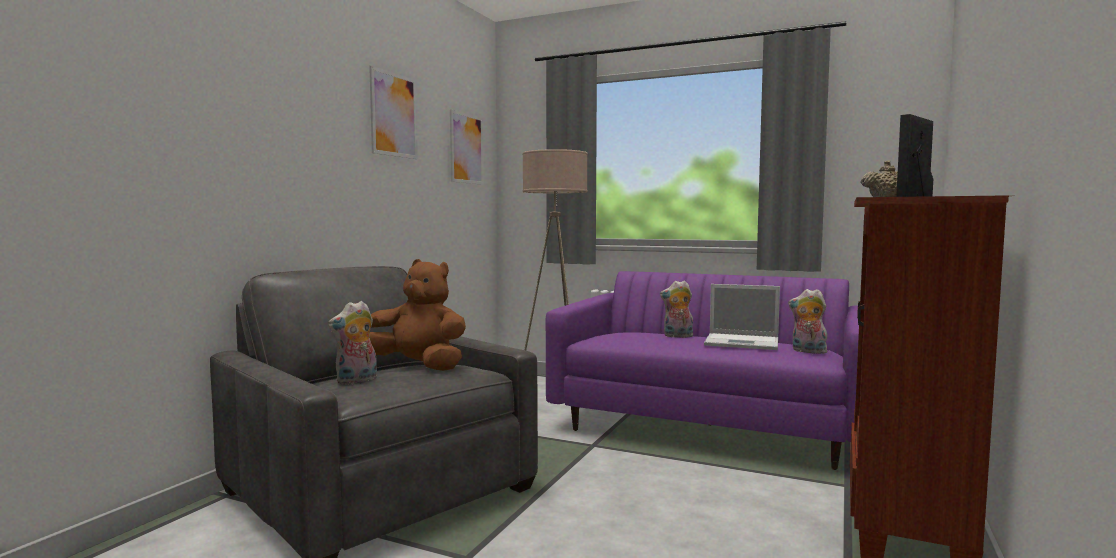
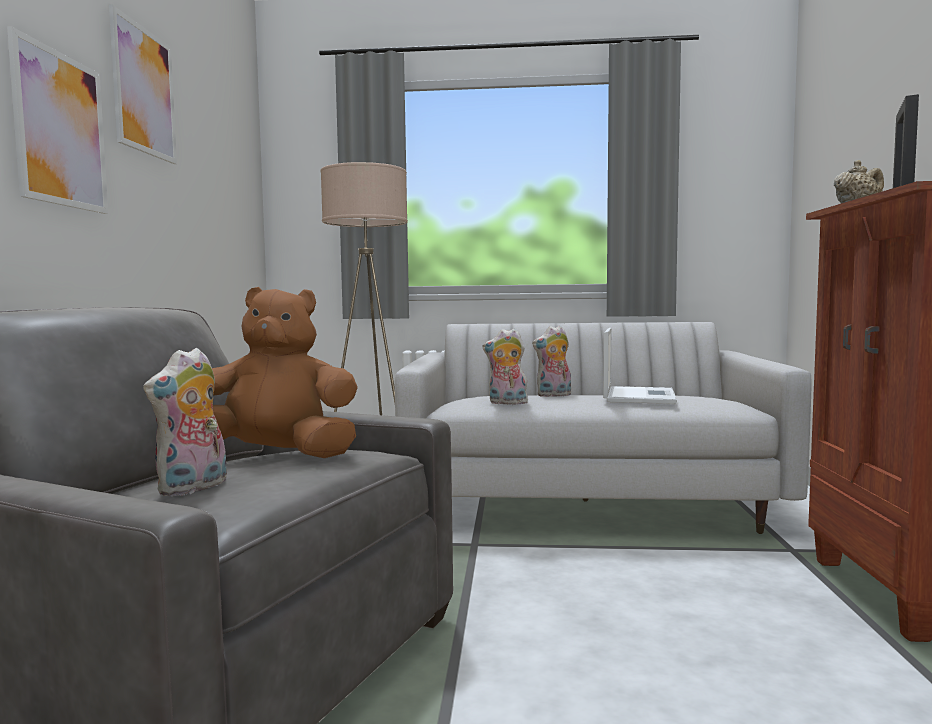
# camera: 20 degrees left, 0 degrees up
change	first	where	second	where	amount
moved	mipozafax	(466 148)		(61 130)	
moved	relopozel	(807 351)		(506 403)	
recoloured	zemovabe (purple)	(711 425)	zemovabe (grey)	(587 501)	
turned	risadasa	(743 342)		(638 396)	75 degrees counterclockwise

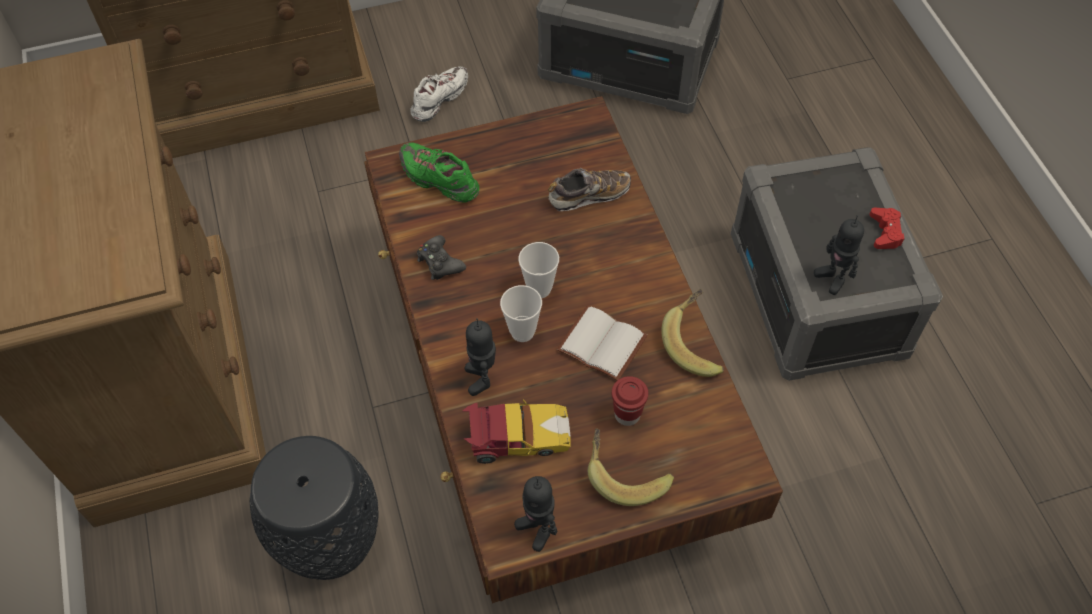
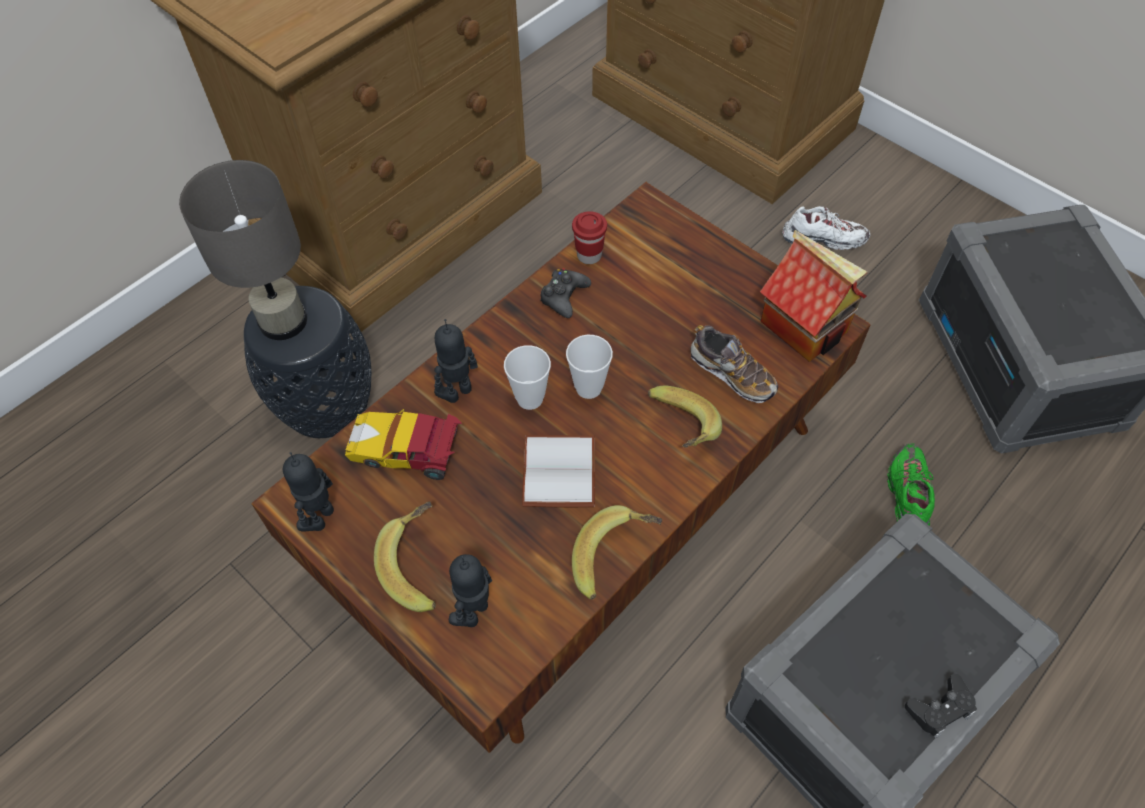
# camera: 60 degrees right, 0 degrees up
change	first	where	second	where	amount
added			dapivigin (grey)	(282 320)	
added			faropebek	(678 430)	
added			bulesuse	(805 327)	
moved	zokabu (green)	(439 180)		(907 496)	
moved	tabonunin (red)	(627 414)		(589 255)	
moved	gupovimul	(833 278)		(475 612)	
recoloured	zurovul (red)	(885 232)	zurovul (black)	(940 708)	
turned	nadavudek	(515 437)		(409 451)	135 degrees clockwise

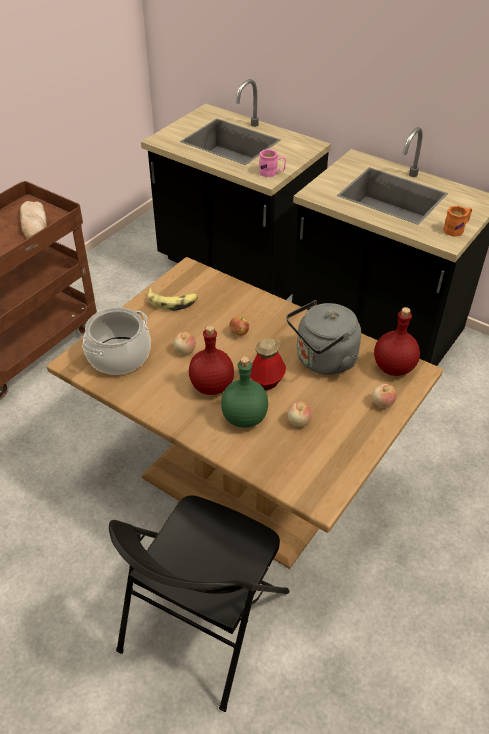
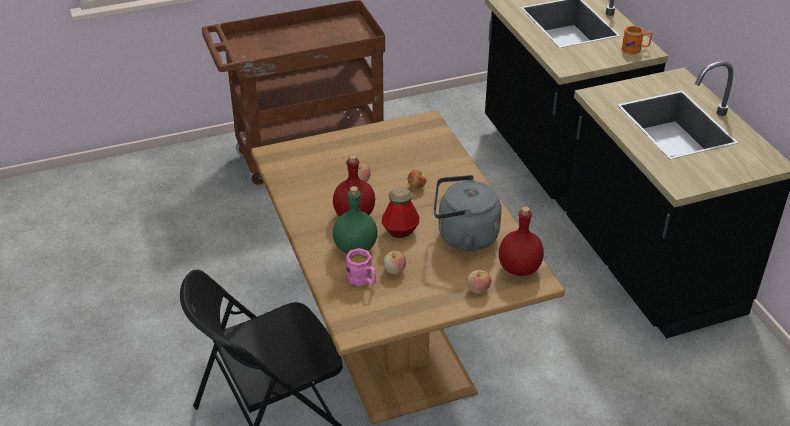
# camera: 35 degrees right, 5 degrees down
change	first	where	second	where	amount
removed	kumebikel	(34 223)			
removed	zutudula	(119 356)			
removed	faropebek	(172 302)			
moved	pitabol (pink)	(272 173)		(363 280)	
moved	pitabol (orange)	(456 229)		(635 49)	

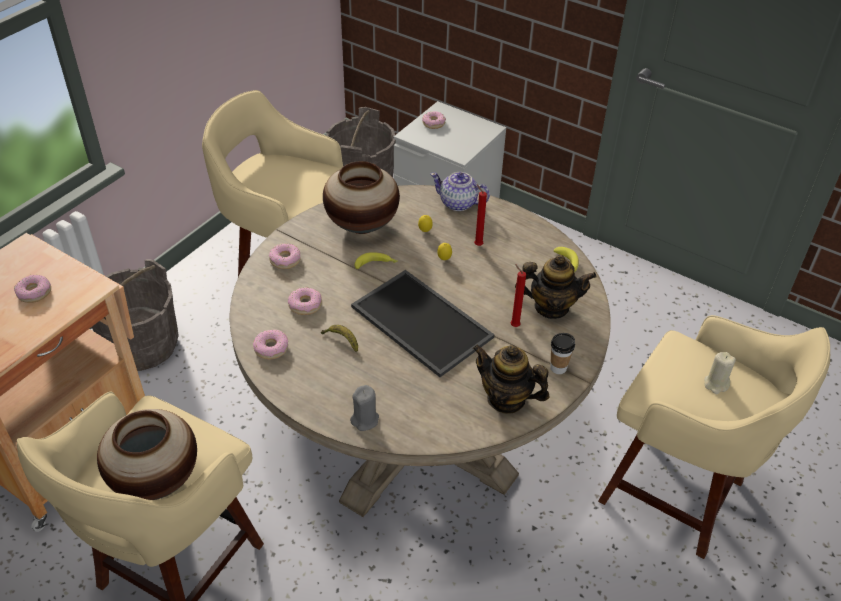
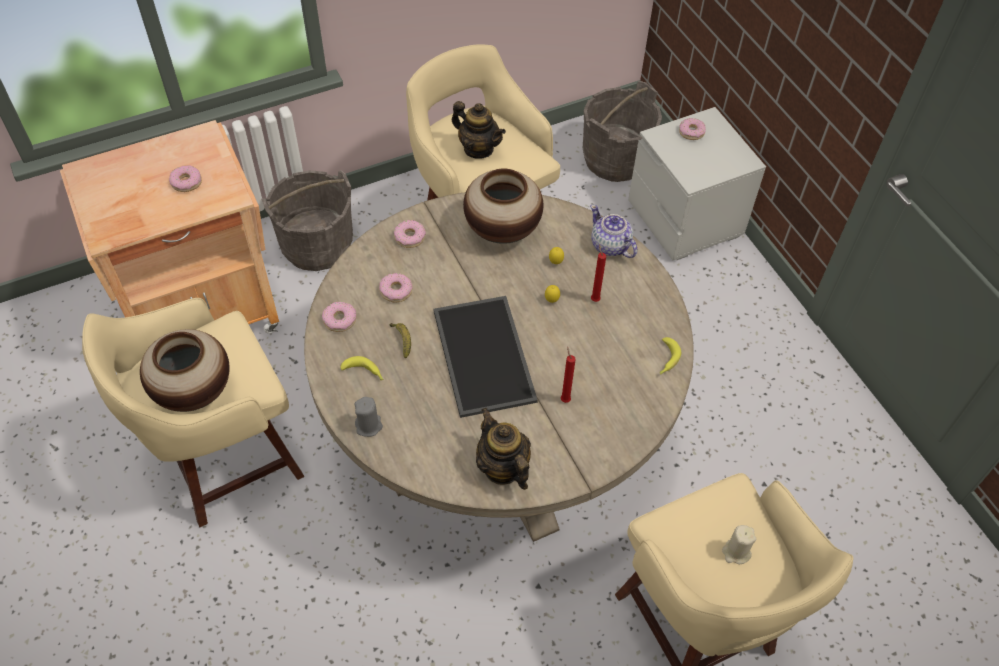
# camera: 30 degrees right, 10 degrees up
change	first	where	second	where	amount
removed	tabonunin	(558 368)			
moved	faropebek	(376 264)		(364 373)	
moved	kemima	(551 307)		(478 149)	

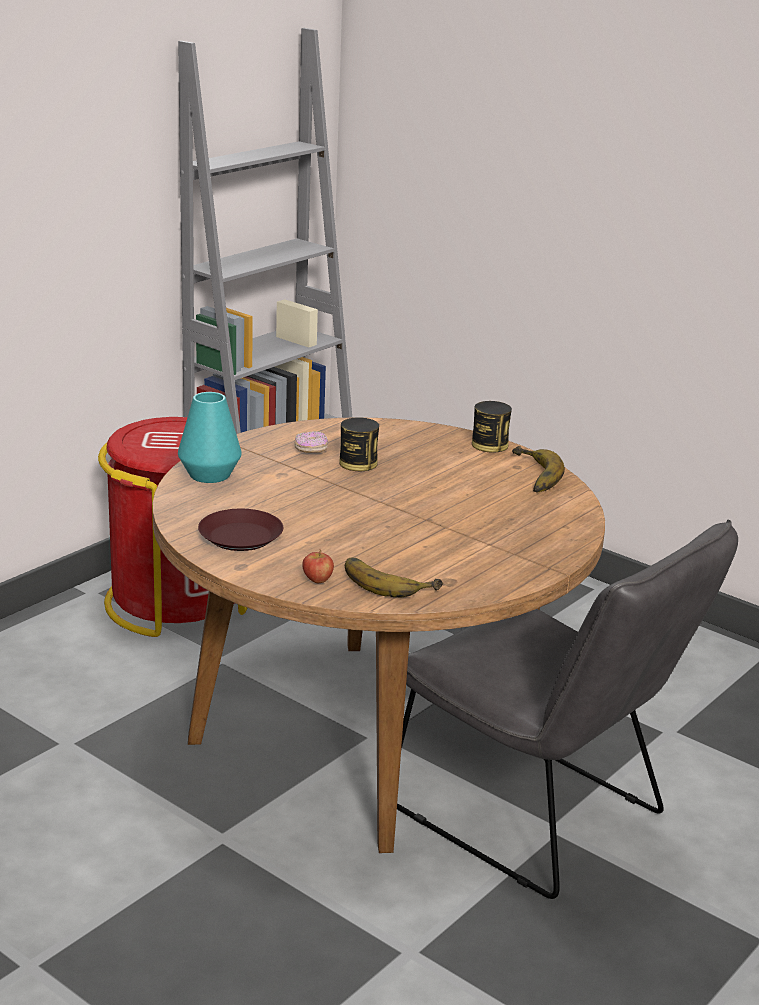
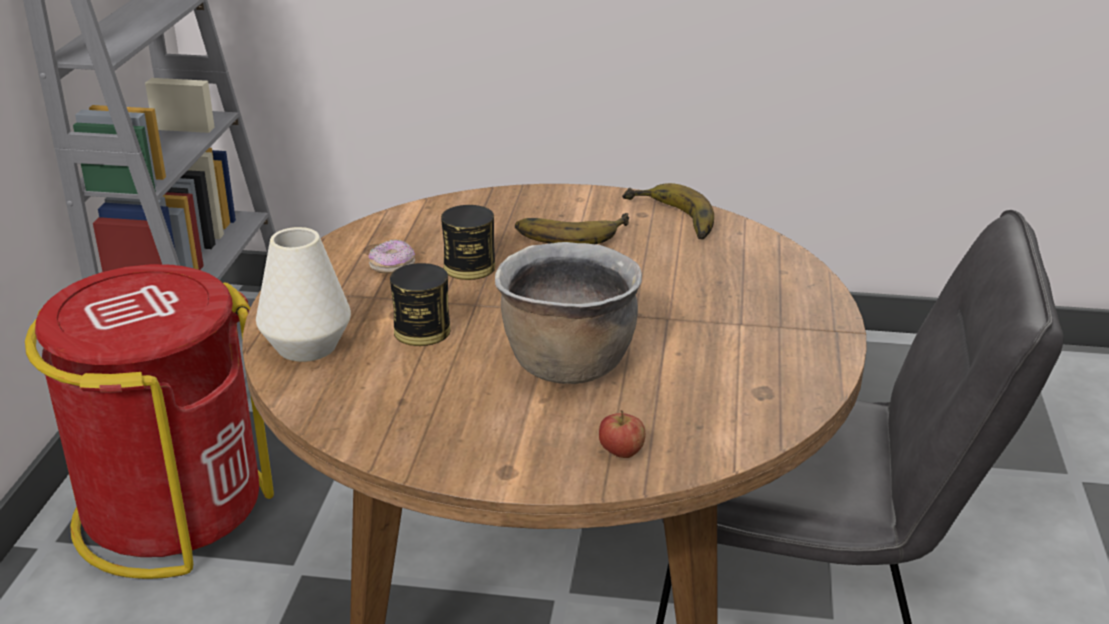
# camera: 30 degrees left, 5 degrees up
change	first	where	second	where	amount
removed	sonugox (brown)	(241 537)			
added			zutudula (brown)	(567 363)	
moved	faropebek	(389 581)		(570 231)	
moved	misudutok	(489 445)		(422 331)	
recoloured	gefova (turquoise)	(209 474)	gefova (white)	(306 346)	

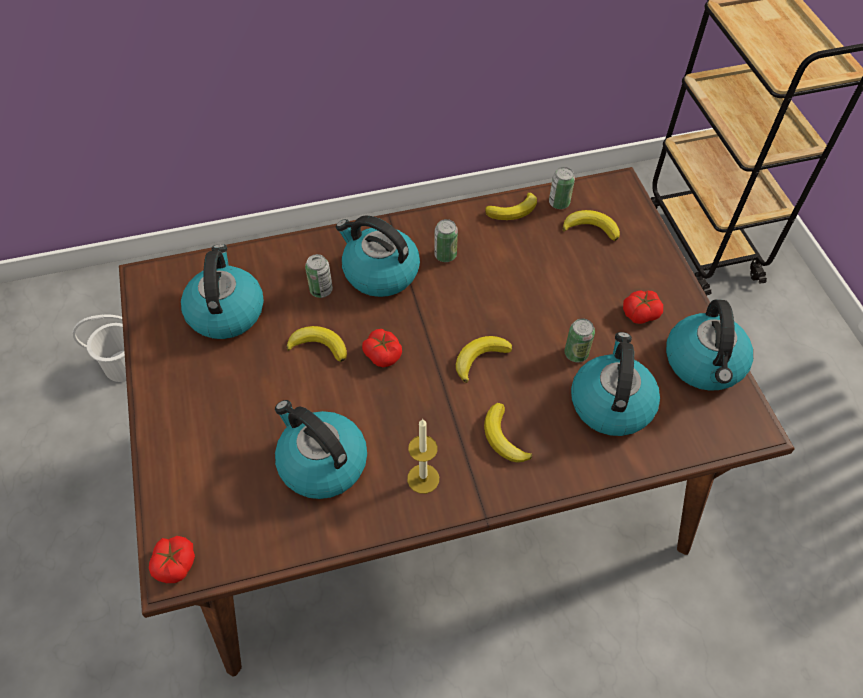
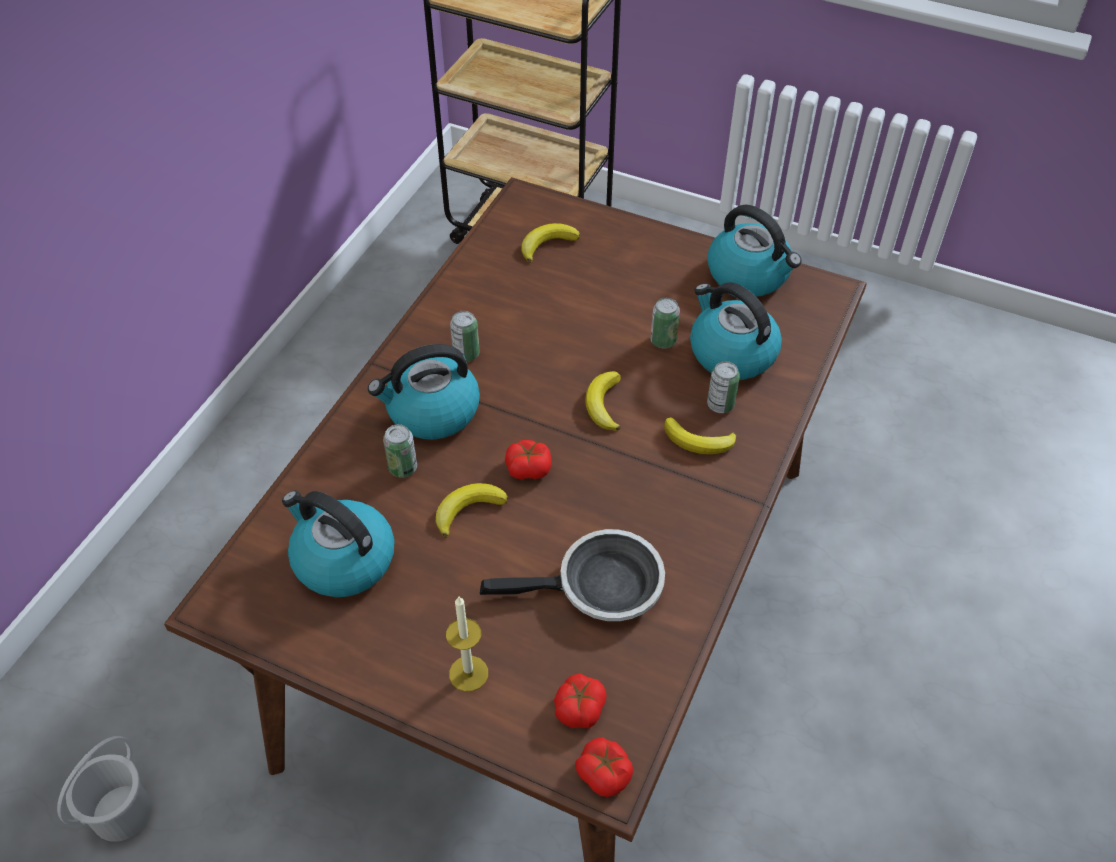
# camera: 50 degrees left, 5 degrees down
change	first	where	second	where	amount
removed	faropebek	(513 210)			
moved	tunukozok	(423 478)		(468 673)	
moved	misudutok	(559 203)		(720 405)	
moved	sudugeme	(640 313)		(579 708)	
replaced	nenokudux	(321 462)	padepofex	(601 587)	

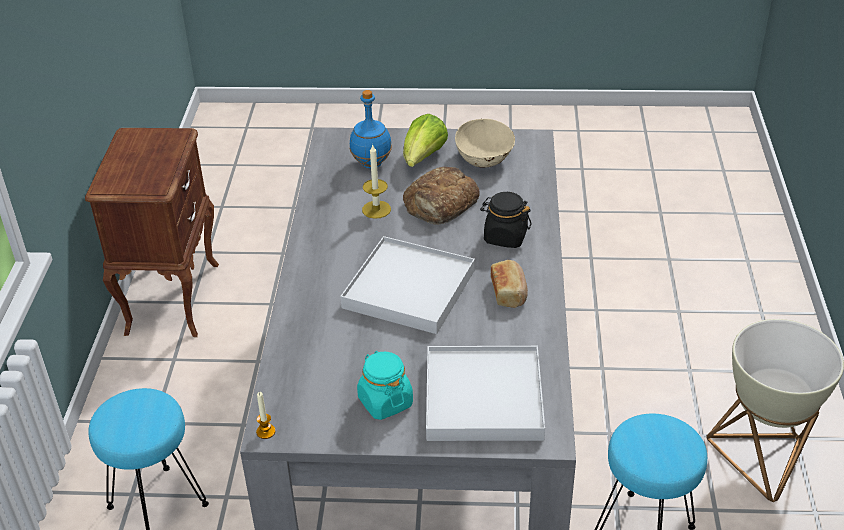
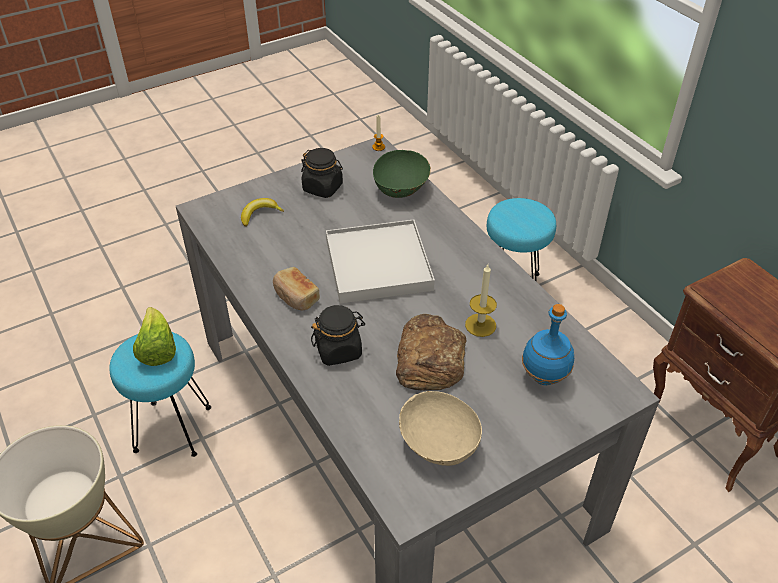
# camera: 145 degrees right, 5 degrees up
change	first	where	second	where	amount
added			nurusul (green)	(401 189)	
moved	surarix	(423 158)		(157 350)	
replaced	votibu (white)	(483 398)	faropebek	(259 214)	
recoloured	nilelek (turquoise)	(385 402)	nilelek (black)	(323 188)	

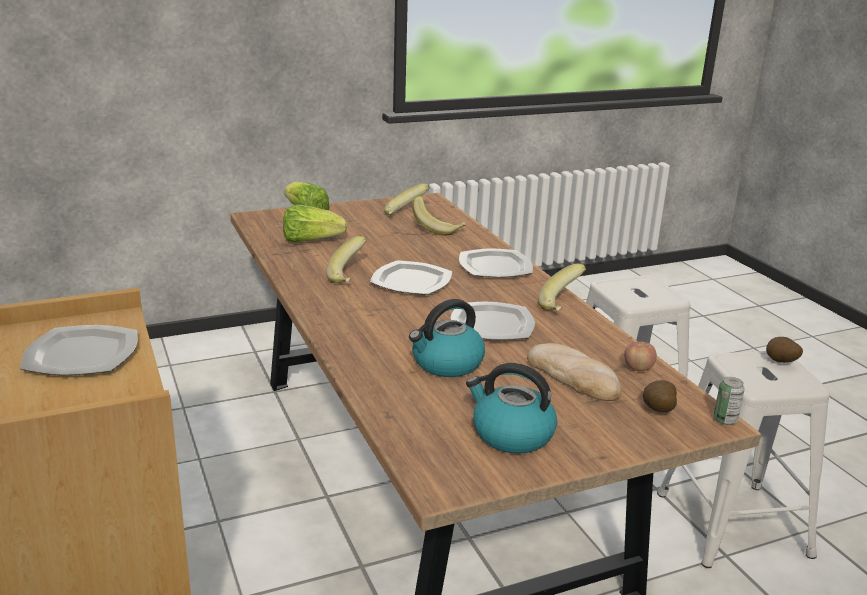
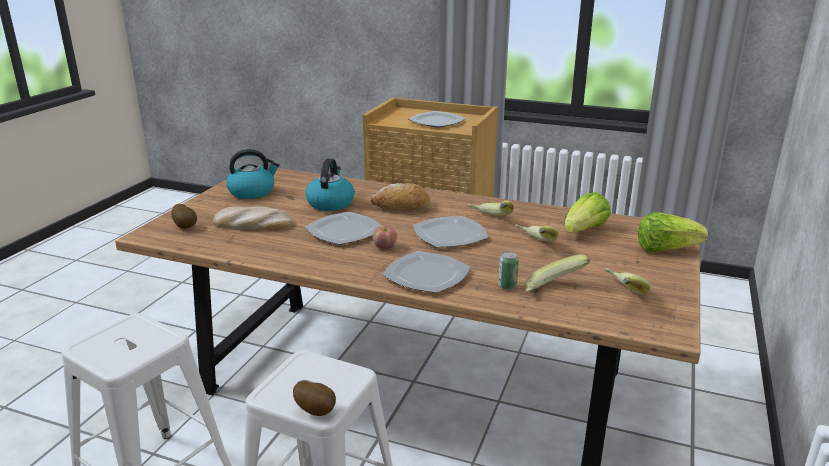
# camera: 135 degrees right, 0 degrees up
change	first	where	second	where	amount
added			kumebikel	(401 207)	
moved	faropebek	(563 305)		(532 244)	
moved	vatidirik	(638 368)		(385 247)	
moved	misudutok	(725 420)		(507 286)	
moved	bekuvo	(780 362)		(316 411)	

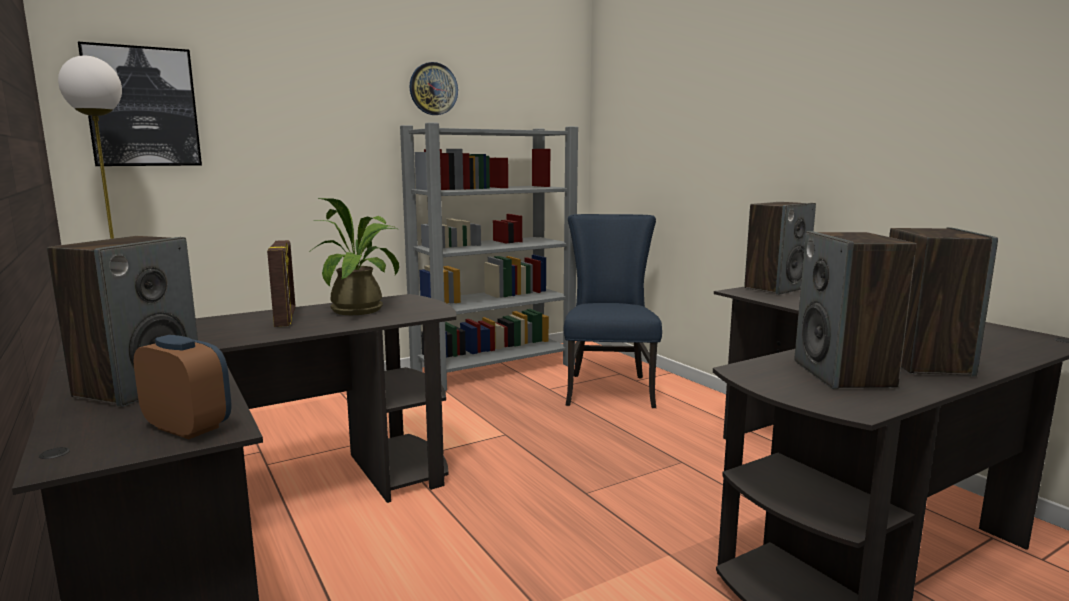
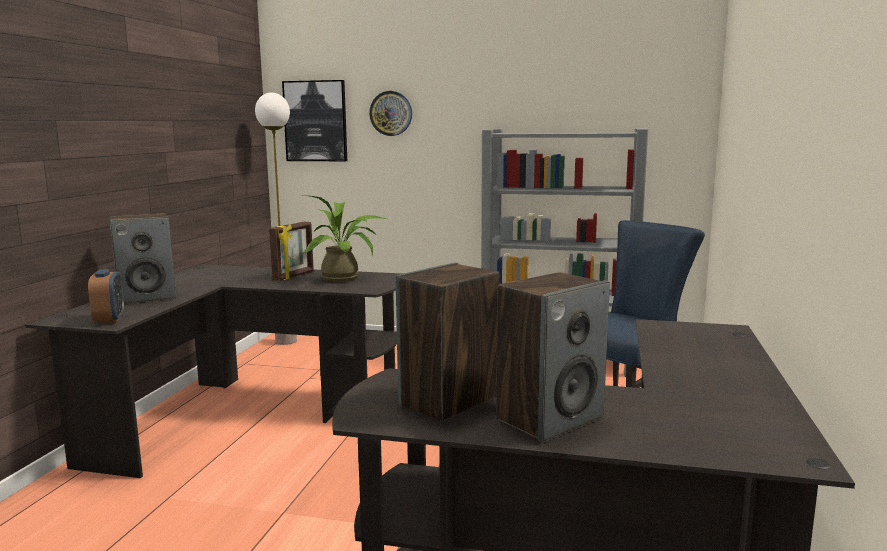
# camera: 45 degrees right, 0 degrees up
change	first	where	second	where	amount
removed	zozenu	(776 288)			
moved	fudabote	(433 89)		(391 113)	

